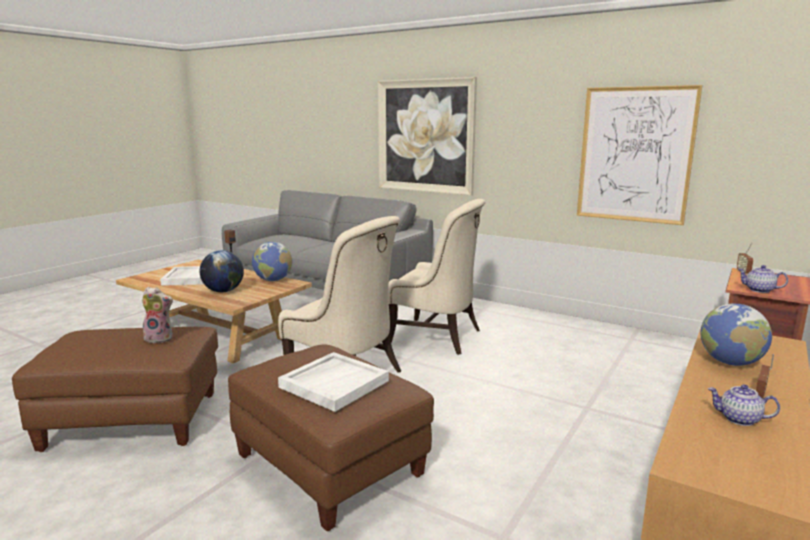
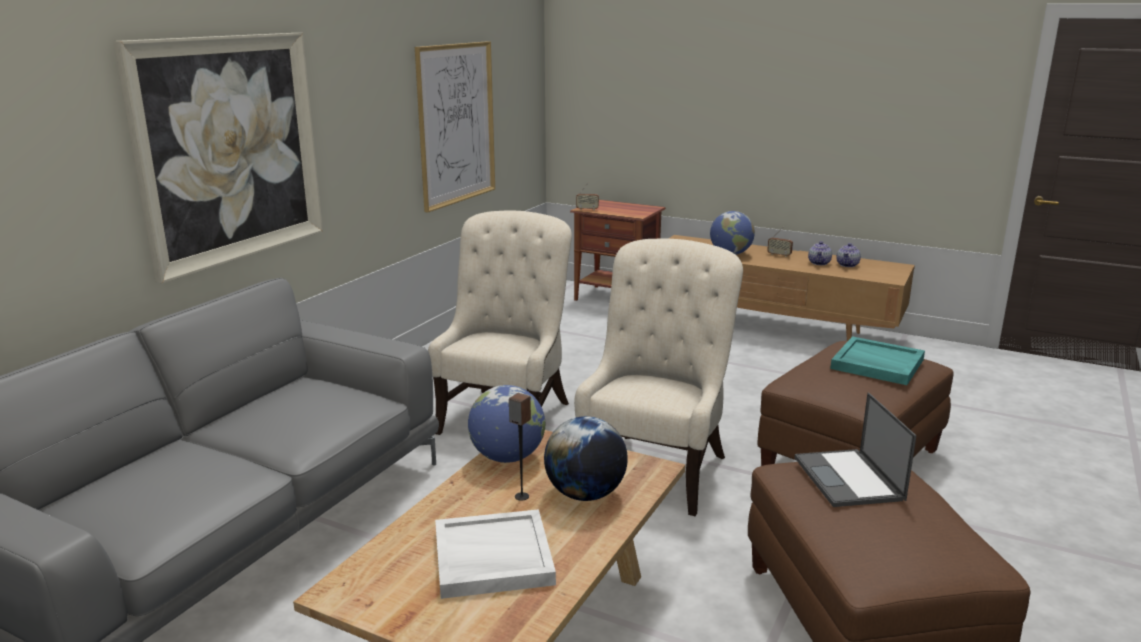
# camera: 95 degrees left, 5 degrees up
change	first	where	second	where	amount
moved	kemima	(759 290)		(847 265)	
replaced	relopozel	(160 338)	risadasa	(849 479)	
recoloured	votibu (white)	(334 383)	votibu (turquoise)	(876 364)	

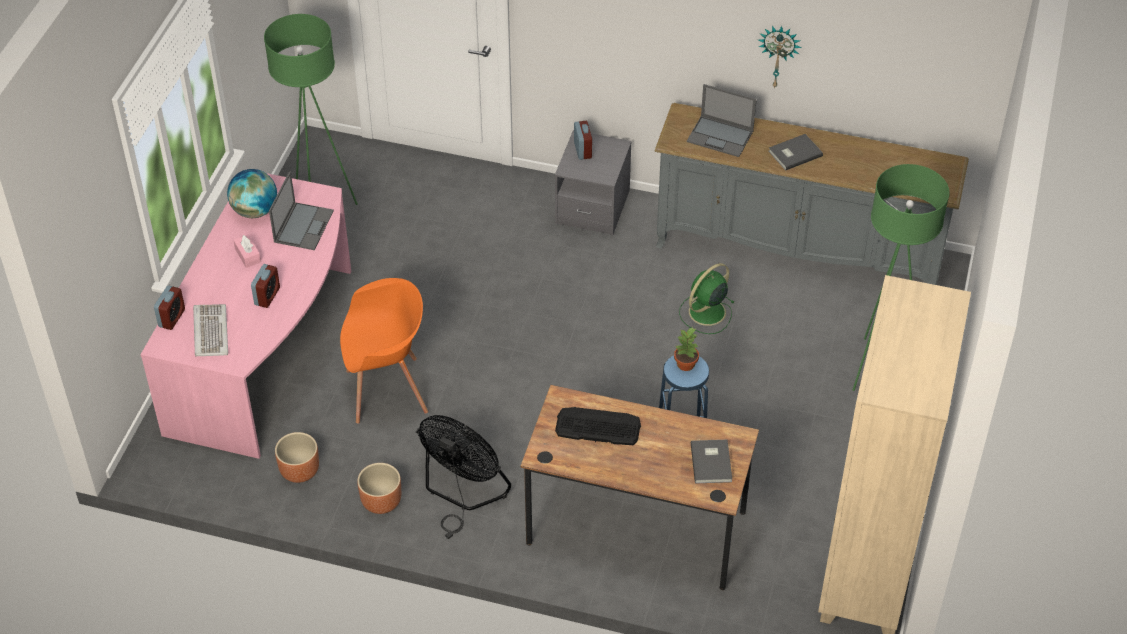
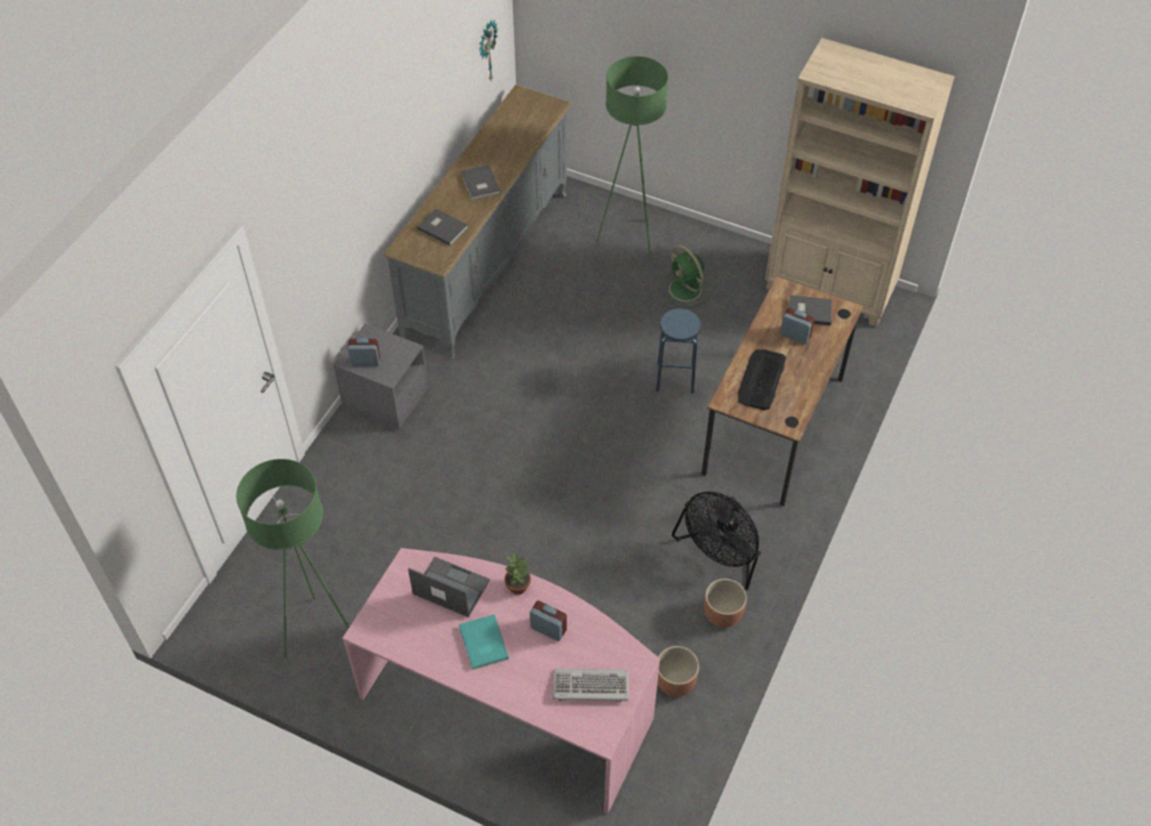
# camera: 80 degrees left, 5 degrees up
change	first	where	second	where	amount
removed	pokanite	(255 211)			
removed	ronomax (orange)	(388 391)			
moved	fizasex	(172 318)		(795 335)	
moved	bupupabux	(686 364)		(518 586)	
moved	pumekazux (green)	(706 313)		(686 290)	
moved	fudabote	(778 55)		(486 51)	
replaced	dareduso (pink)	(248 255)	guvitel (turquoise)	(482 644)	
replaced	risadasa	(721 136)	guvitel (grey)	(443 227)	
turned	pumekazux (black)	(458 492)		(719 550)	90 degrees counterclockwise

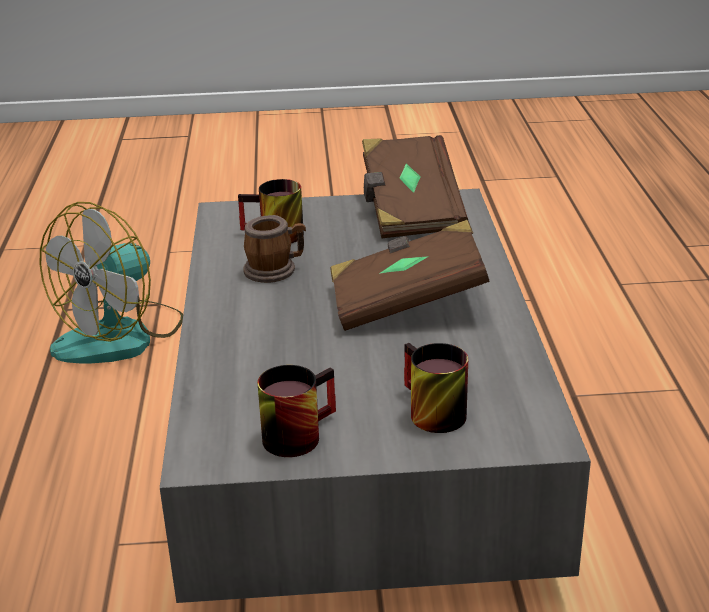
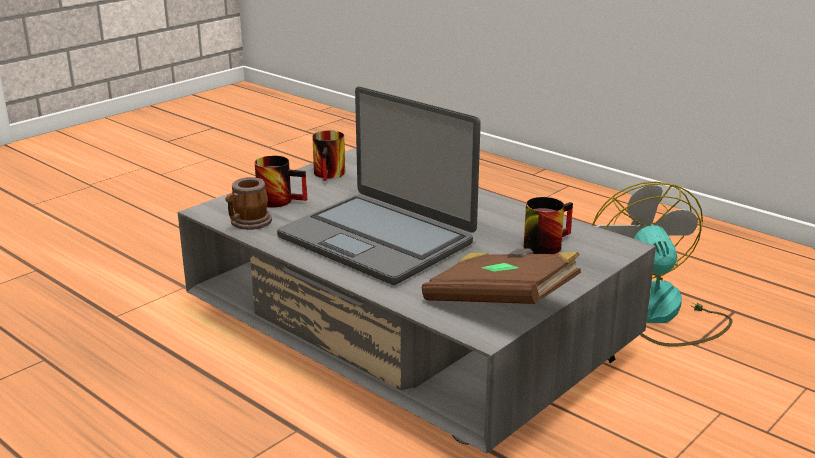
# camera: 135 degrees right, 5 degrees down
change	first	where	second	where	amount
moved	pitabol	(275 270)		(248 223)	
replaced	guvitel (brown)	(406 303)	risadasa	(377 239)	

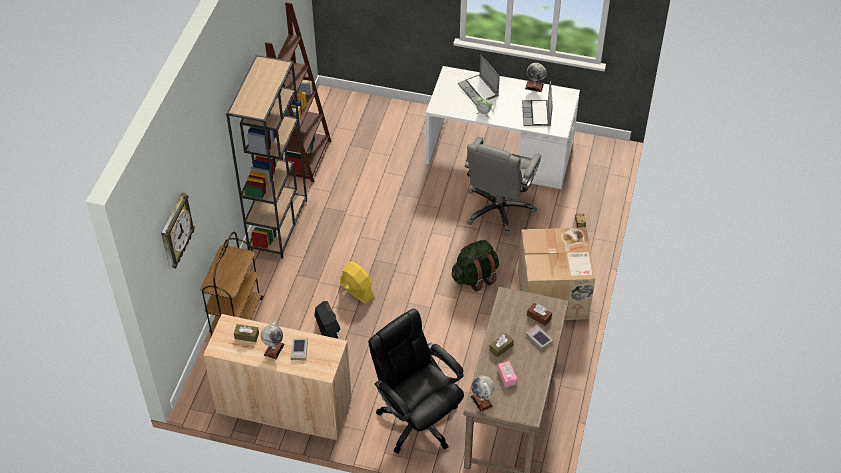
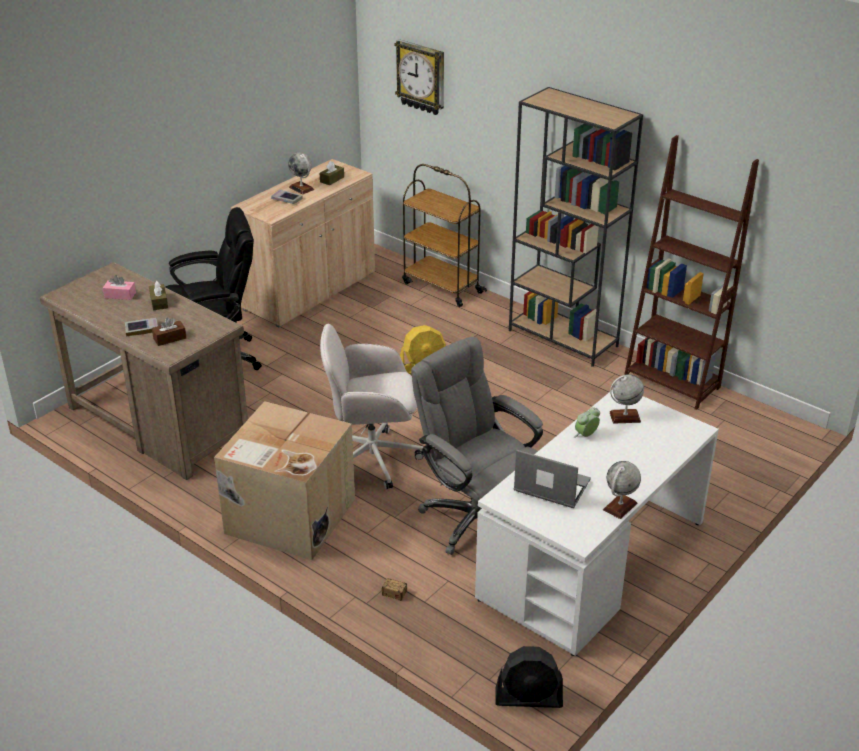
# camera: 115 degrees right, 15 degrees down
change	first	where	second	where	amount
removed	risadasa	(479 90)			
moved	pumekazux (black)	(327 331)		(529 698)	
moved	pokanite	(482 401)		(624 417)	
replaced	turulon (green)	(475 277)	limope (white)	(372 459)	

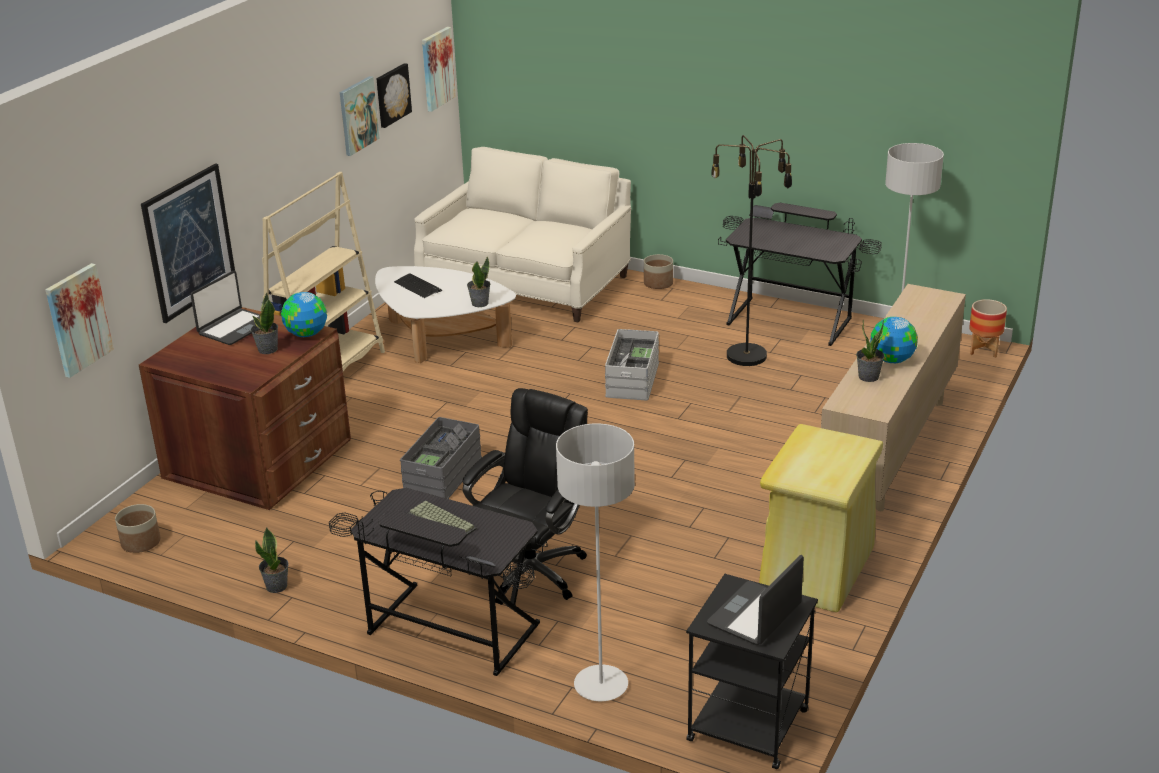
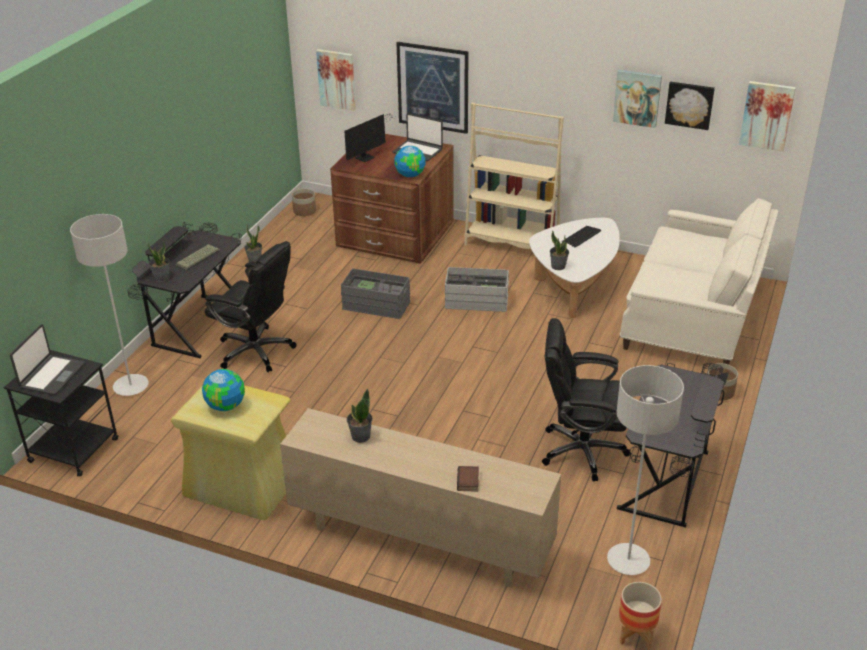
# camera: 85 degrees right, 5 degrees up
change	first	where	second	where	amount
added			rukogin	(367 157)	
added			guvitel	(469 481)	
moved	bupupabux	(267 349)		(161 277)	
moved	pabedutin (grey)	(633 379)		(476 301)	
moved	pokanite	(891 360)		(225 405)	
replaced	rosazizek	(747 356)	limope (black)	(582 451)	
turned	risadasa	(755 615)		(51 375)	75 degrees clockwise

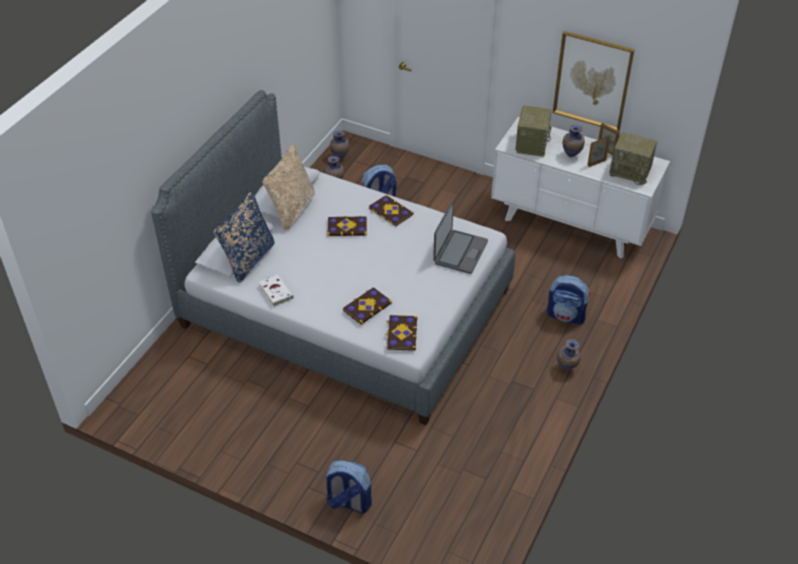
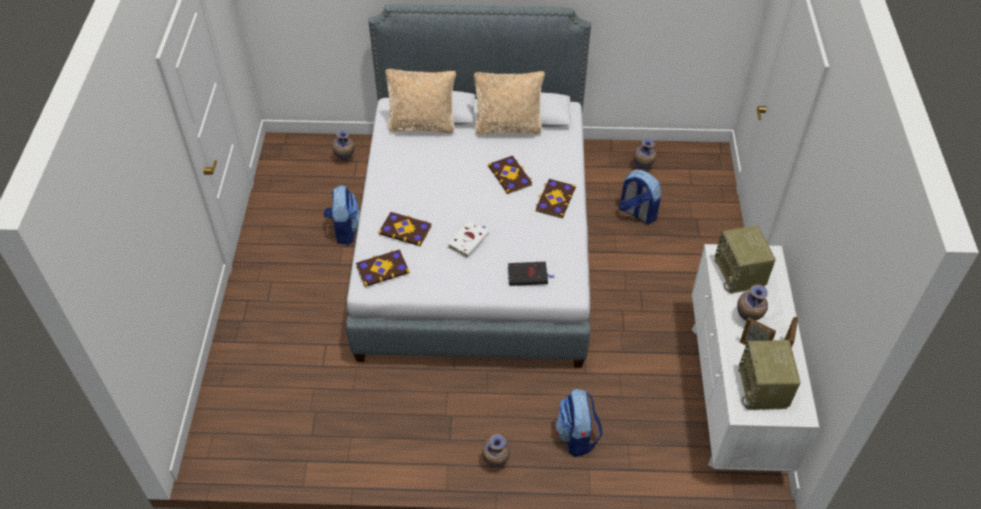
# camera: 65 degrees right, 5 degrees up
change	first	where	second	where	amount
removed	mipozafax	(592 81)			
moved	guvitel (white)	(275 291)		(468 240)	
moved	turulon	(348 502)		(345 230)	
moved	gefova	(340 157)		(345 159)	
replaced	risadasa	(460 252)	guvitel (black)	(529 275)	
recoloured	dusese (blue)	(249 260)	dusese (beige)	(422 127)	
turned	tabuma	(531 143)		(740 274)	90 degrees clockwise

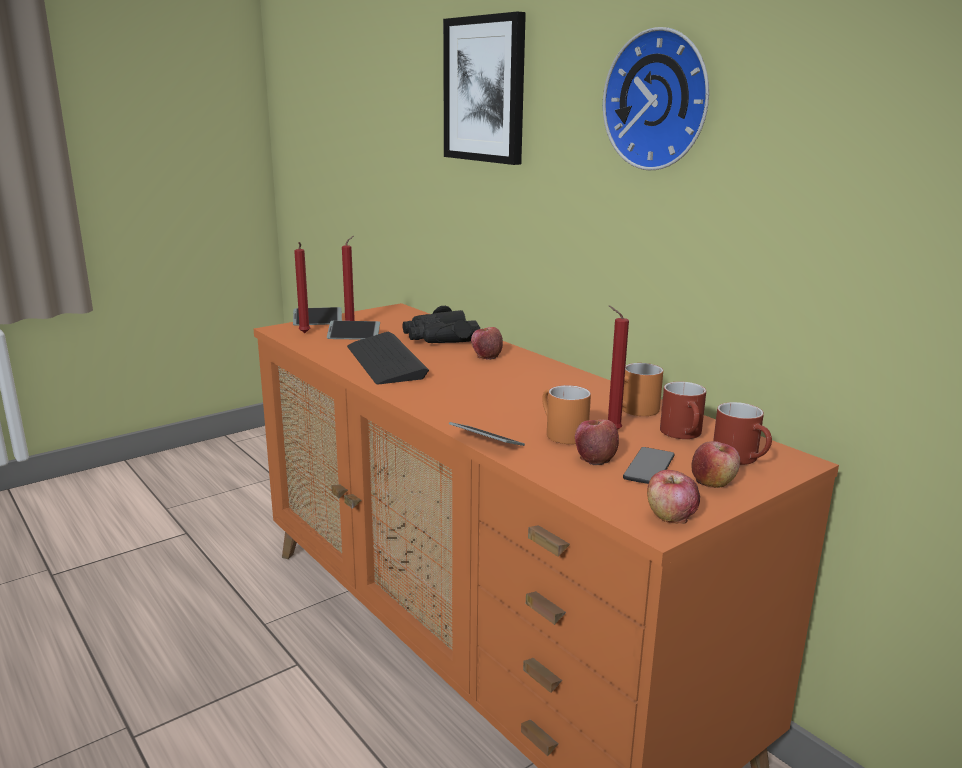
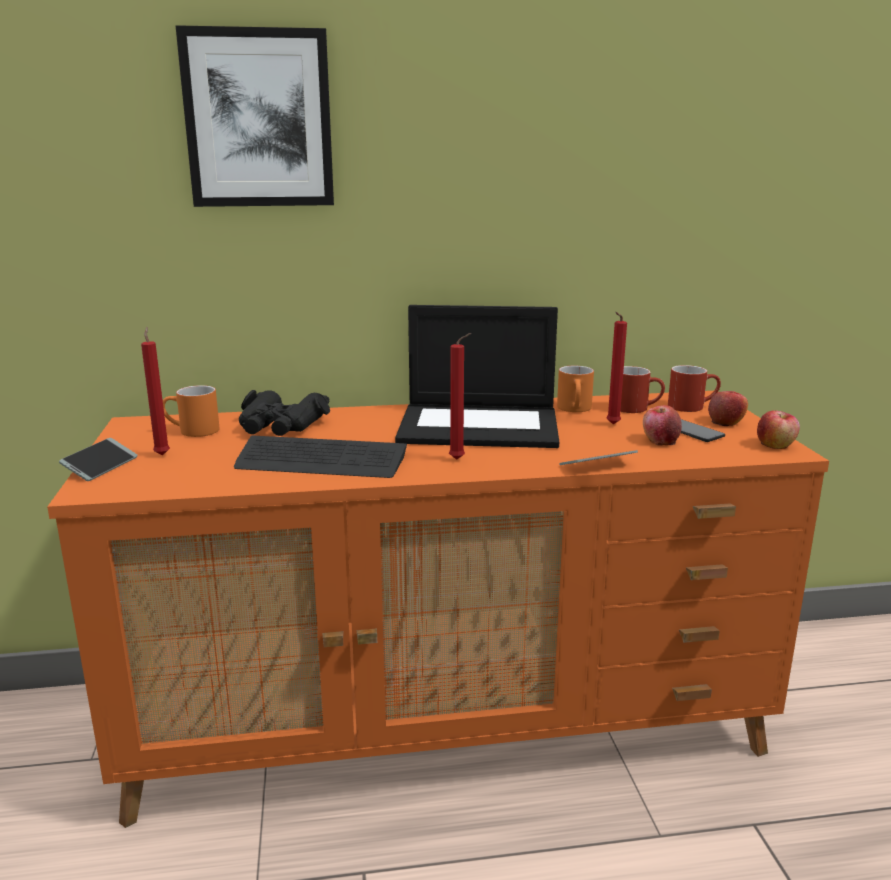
# camera: 60 degrees left, 0 degrees up
change	first	where	second	where	amount
removed	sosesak	(353 336)			
removed	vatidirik	(486 355)			
removed	fudabote	(660 100)			
added			risadasa	(481 426)	
moved	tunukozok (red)	(304 333)		(459 460)	
moved	pitabol (orange)	(560 433)		(191 431)	

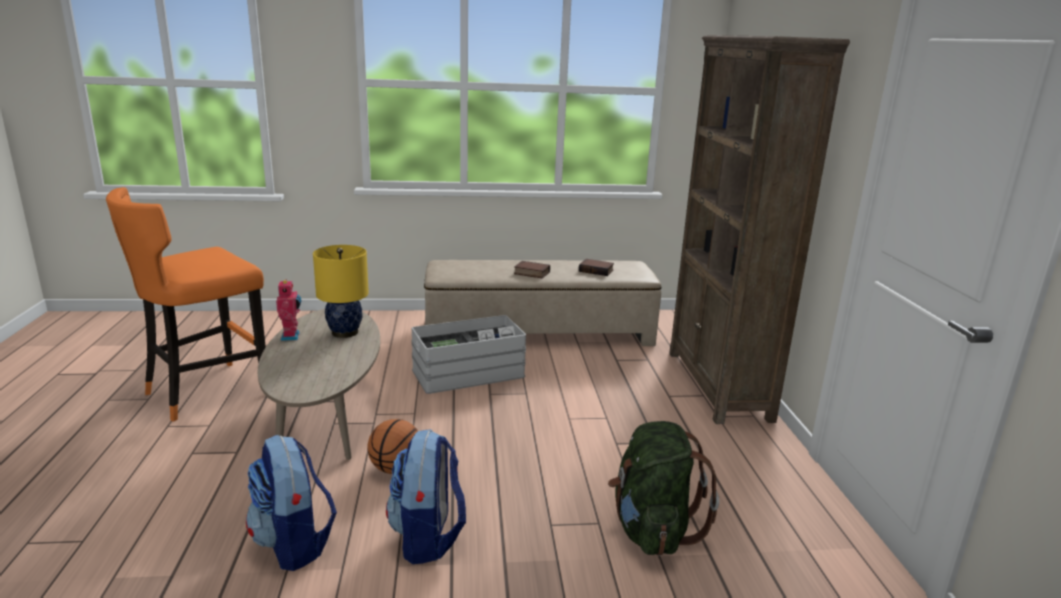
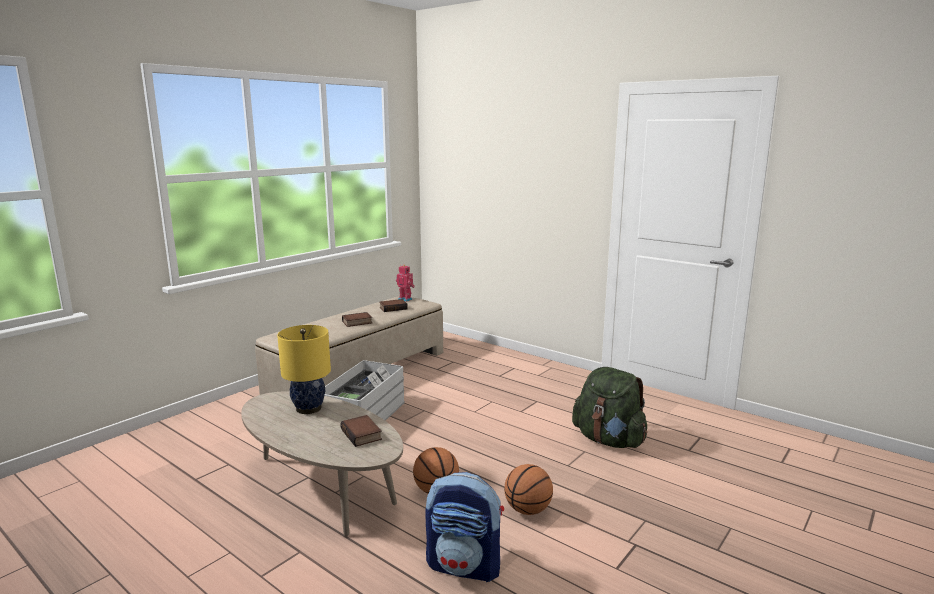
# camera: 45 degrees left, 5 degrees down
change	first	where	second	where	amount
removed	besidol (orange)	(205 392)			
removed	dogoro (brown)	(718 385)			
added			guvitel	(362 434)	
moved	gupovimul	(292 336)		(405 299)	
replaced	turulon	(428 537)	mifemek	(528 510)	

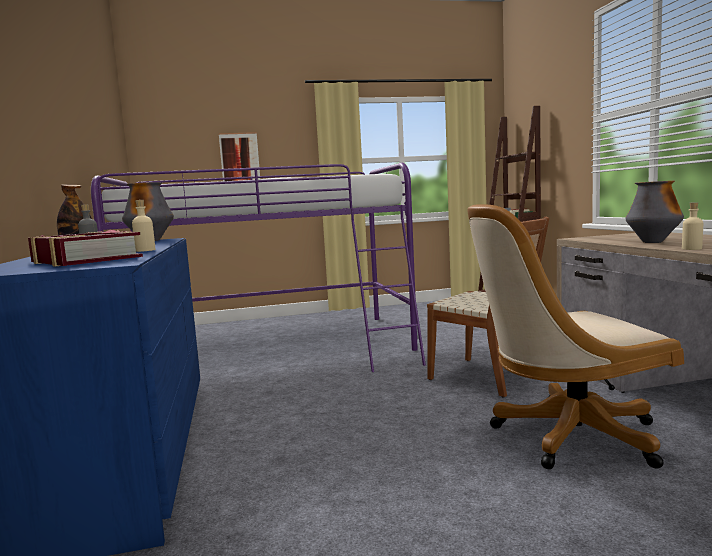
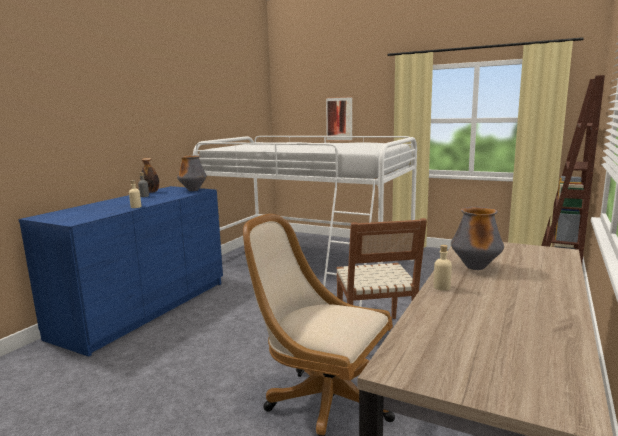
# camera: 40 degrees right, 5 degrees up
change	first	where	second	where	amount
removed	guvitel	(85 260)			
recoloured	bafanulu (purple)	(274 347)	bafanulu (white)	(309 264)	

